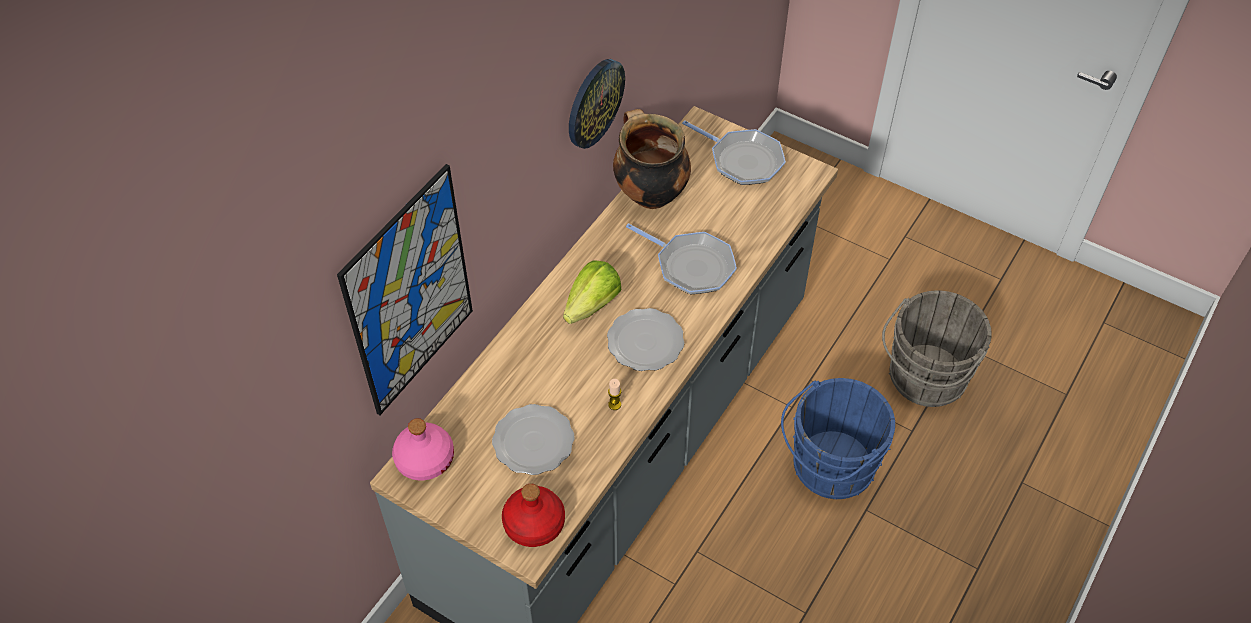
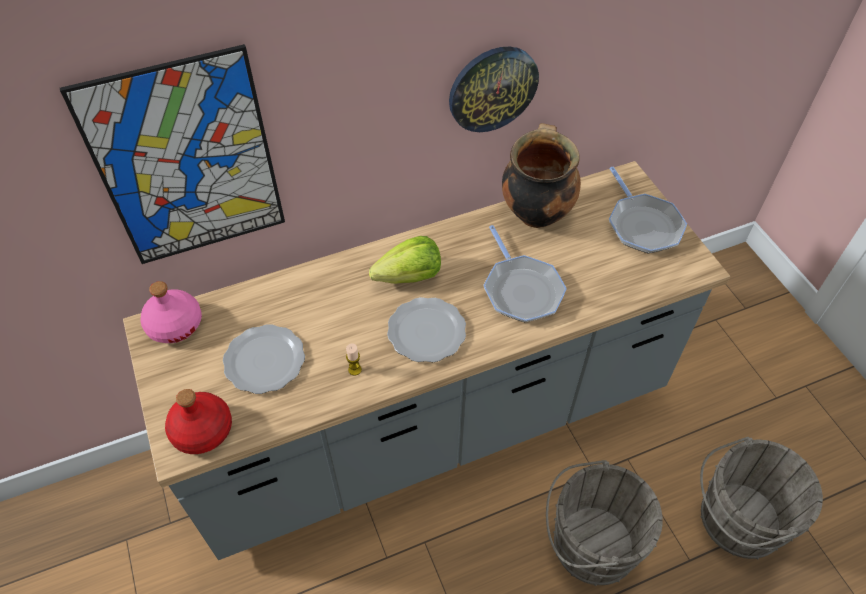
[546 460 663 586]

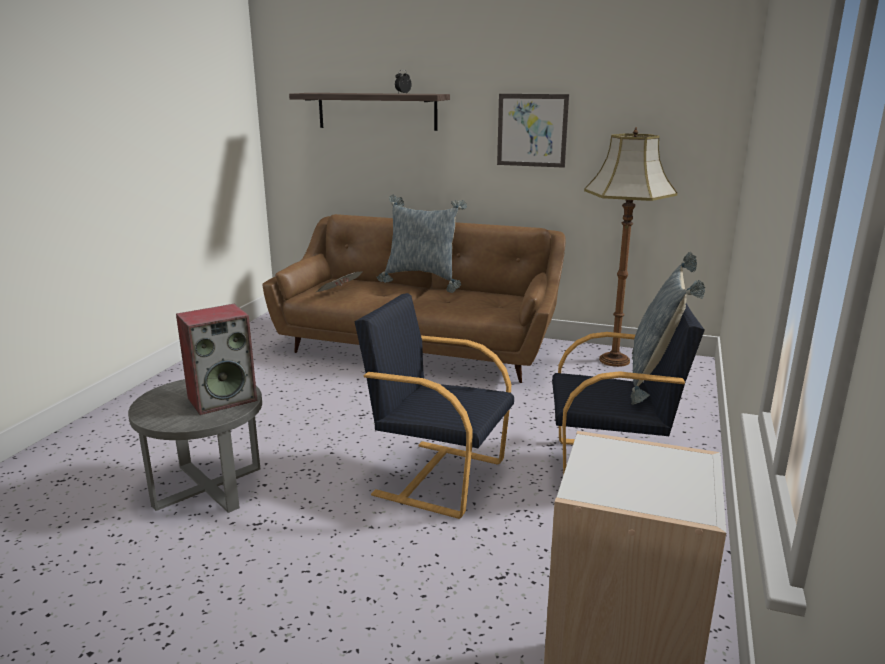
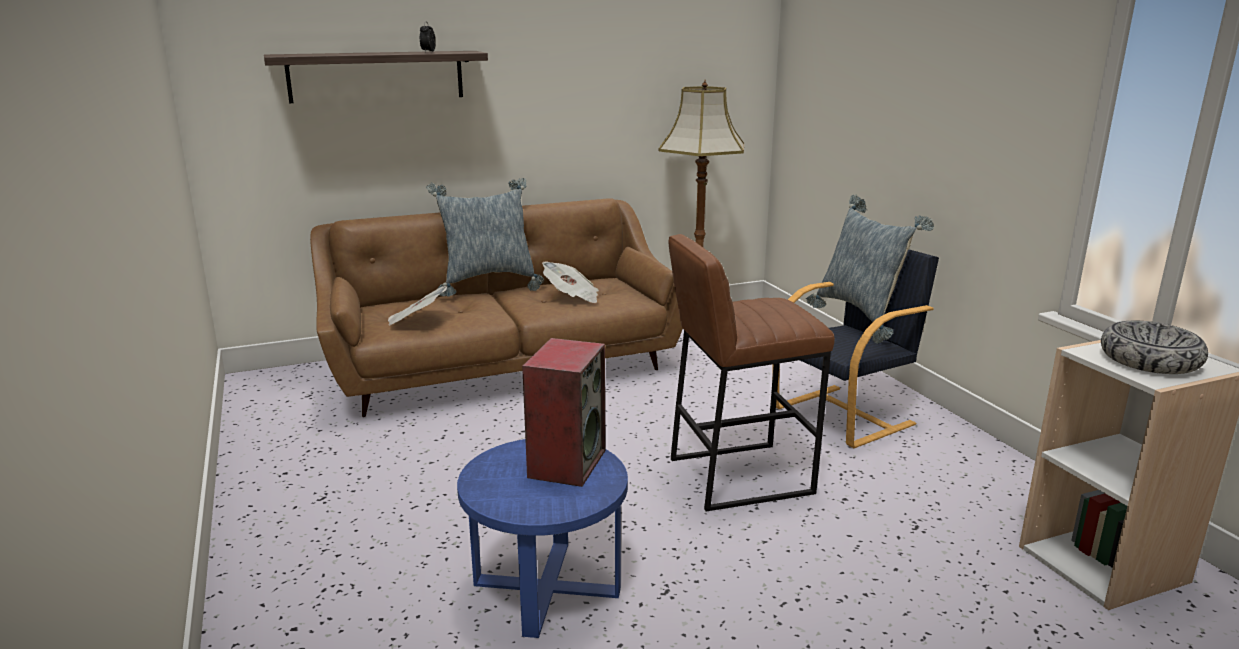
[457 439 628 638]
[668 234 835 511]
[497 94 569 168] (first image)
[542 261 599 303]
[1101 321 1208 374]

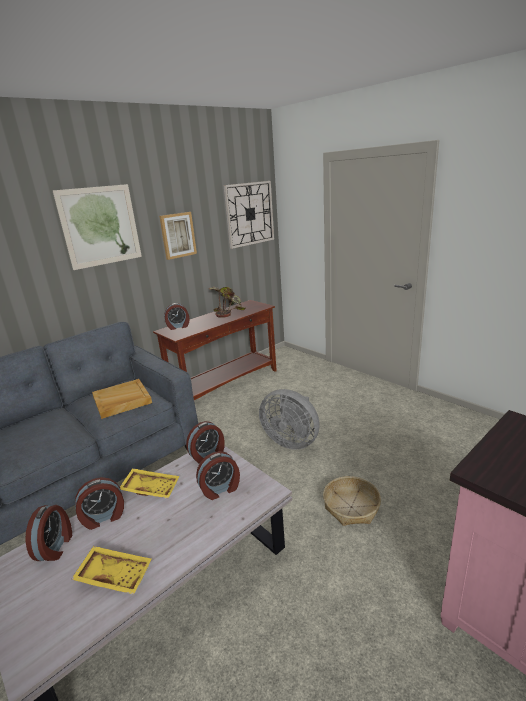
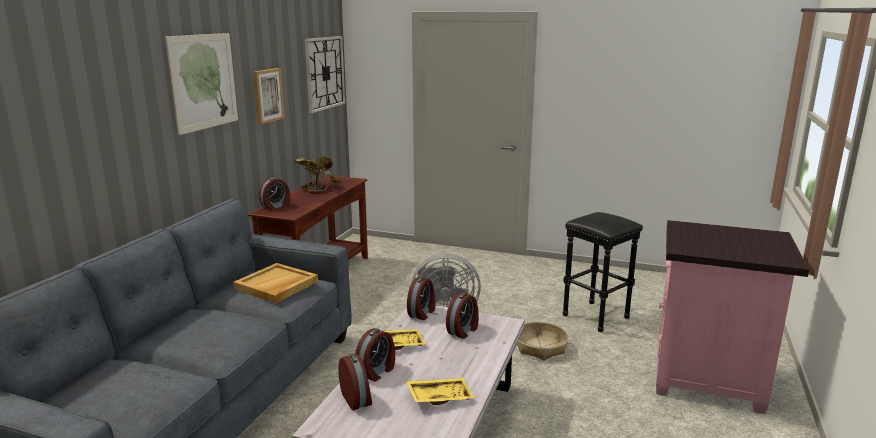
[563 212 643 332]

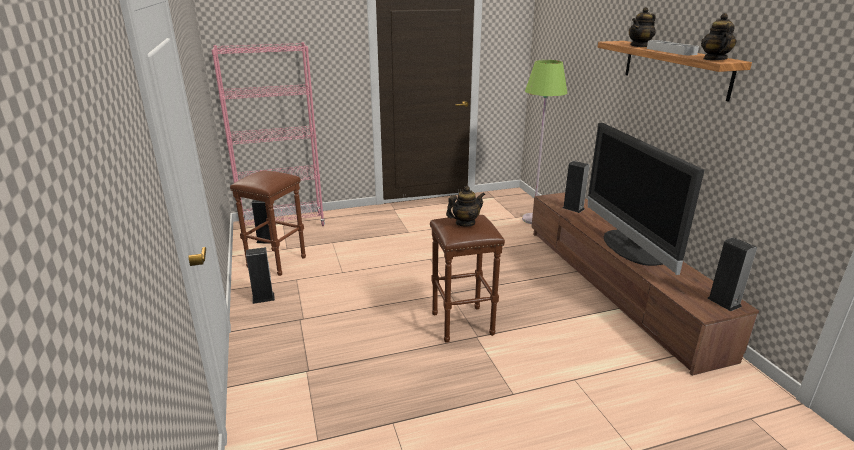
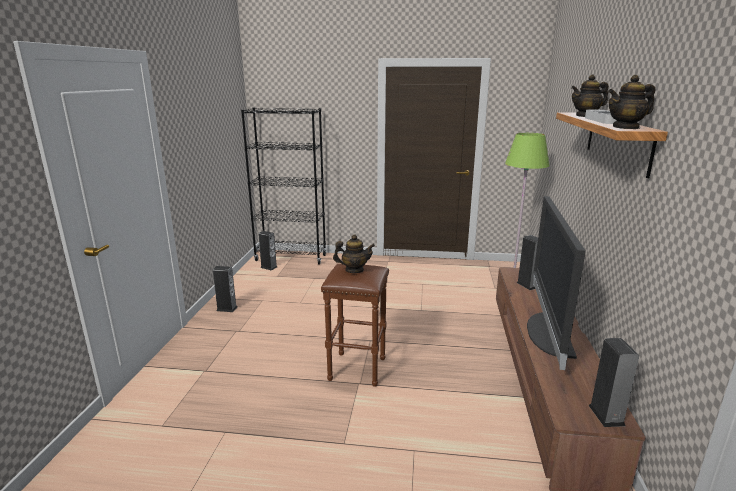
[241 108 326 264]
[230 171 306 276] (first image)
[608 75 655 129]

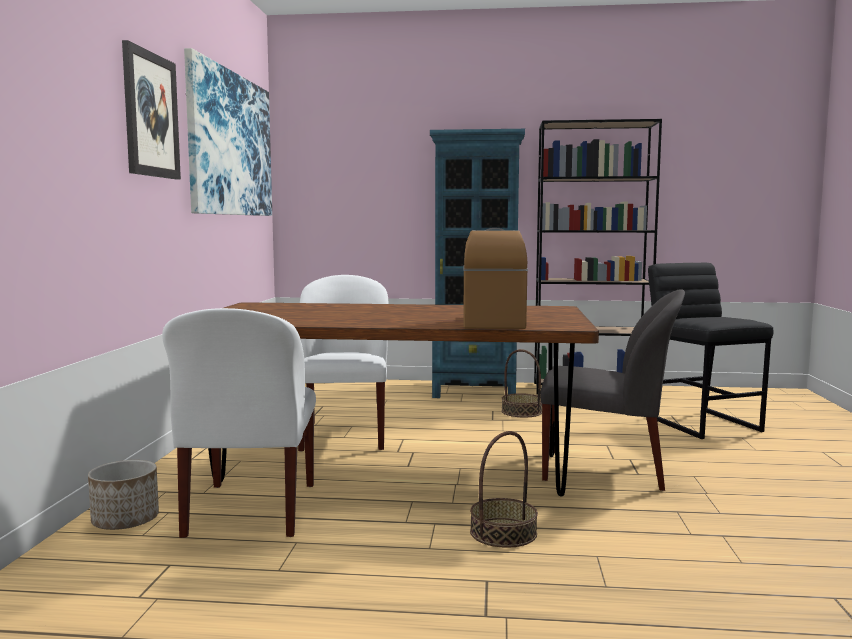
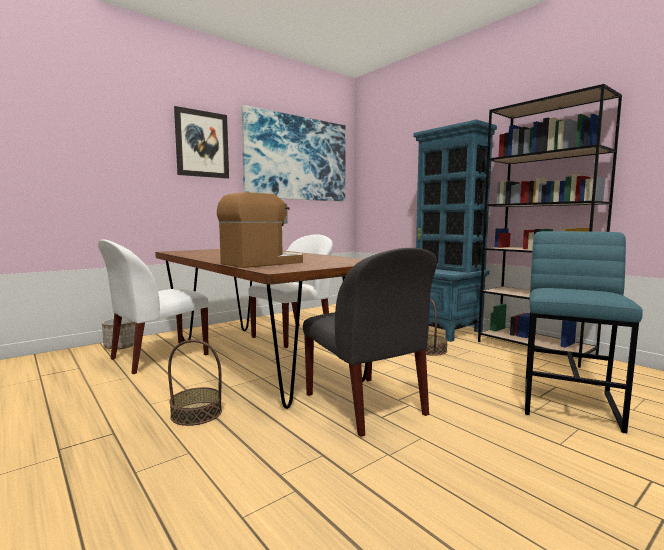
[525 231 643 433]

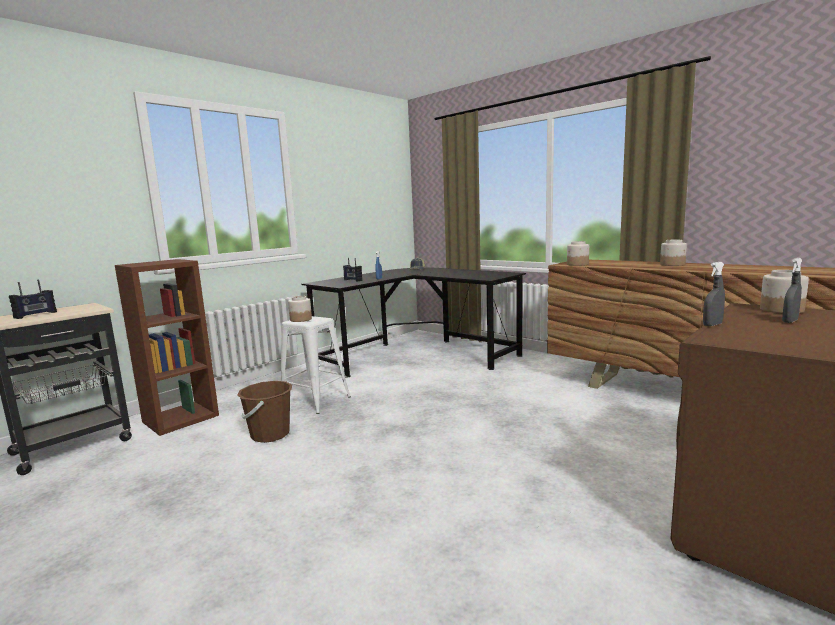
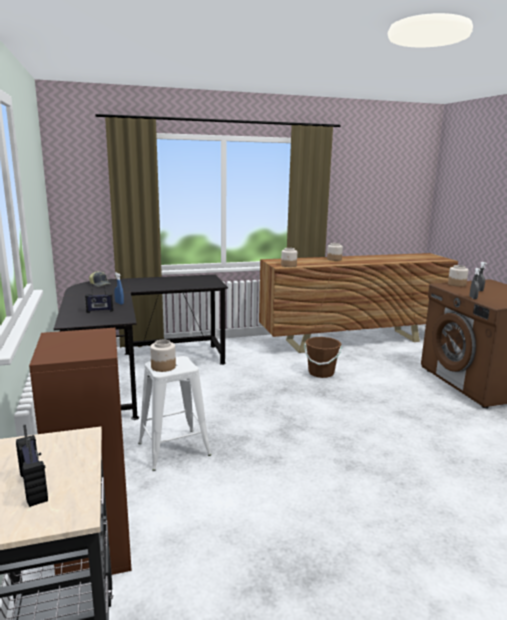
[304 337 342 378]

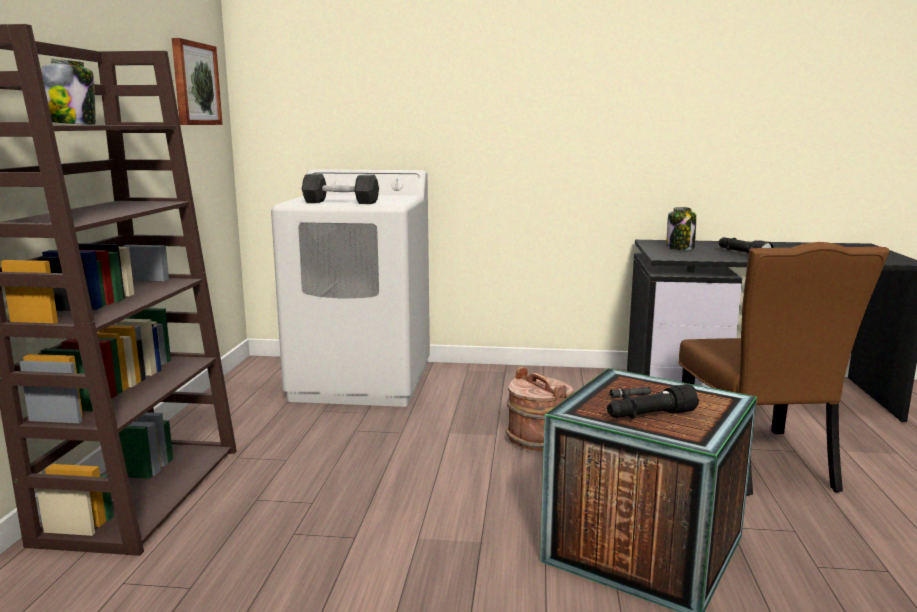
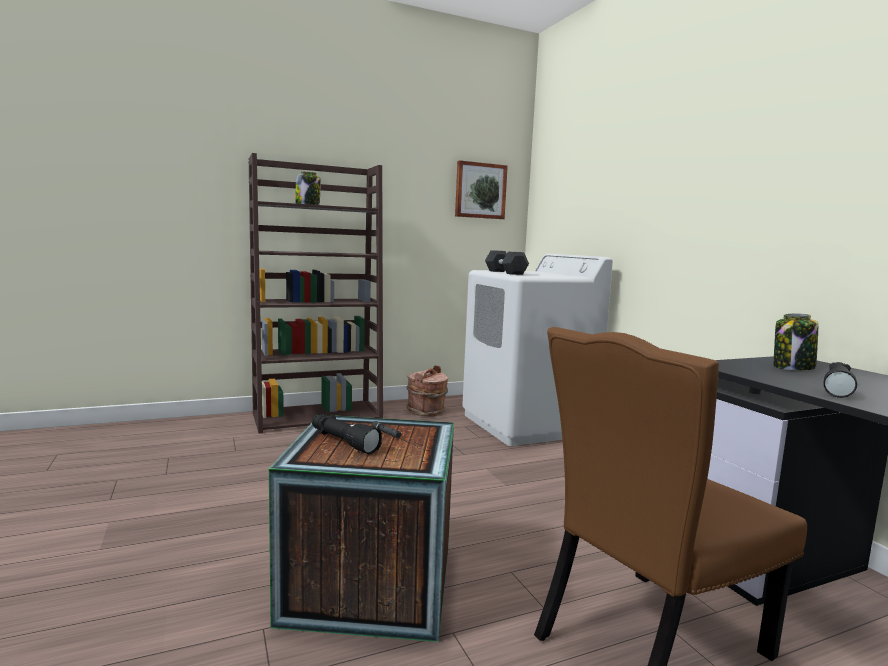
[406 365 448 416]

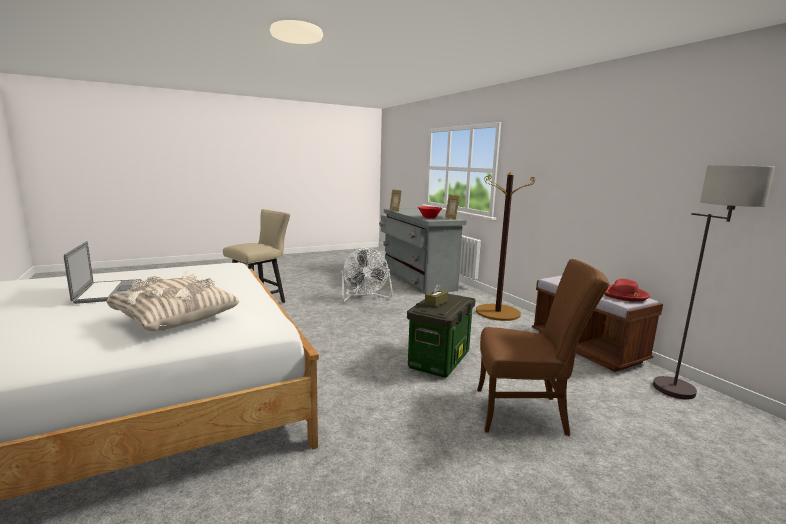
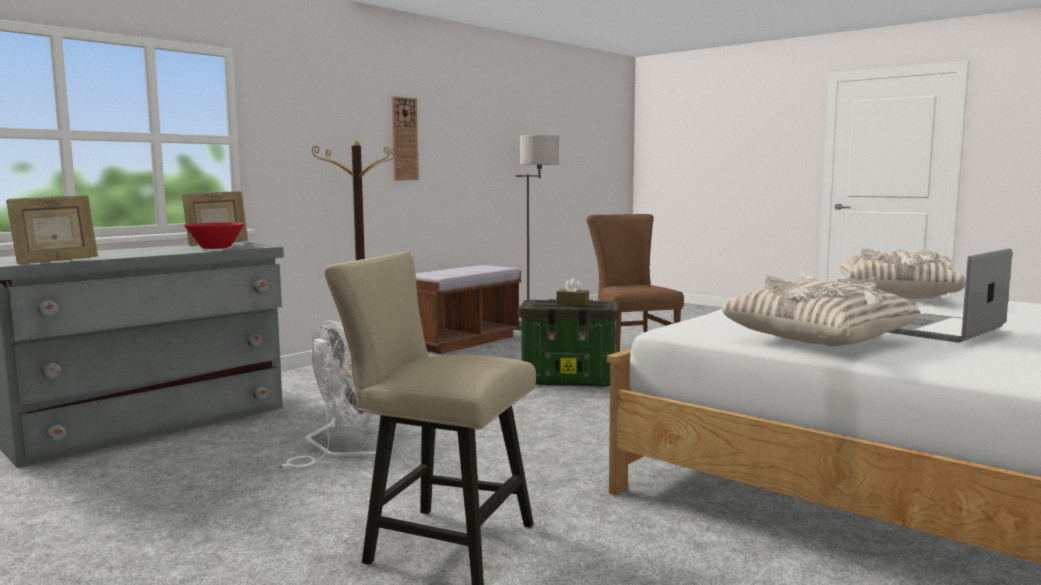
[604 279 650 302] (first image)
[392 96 419 180]
[722 270 920 347]

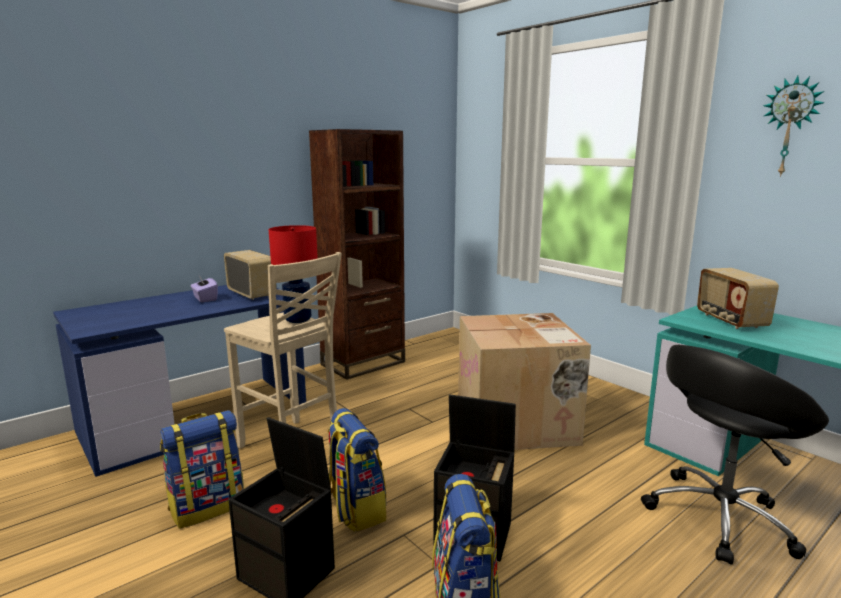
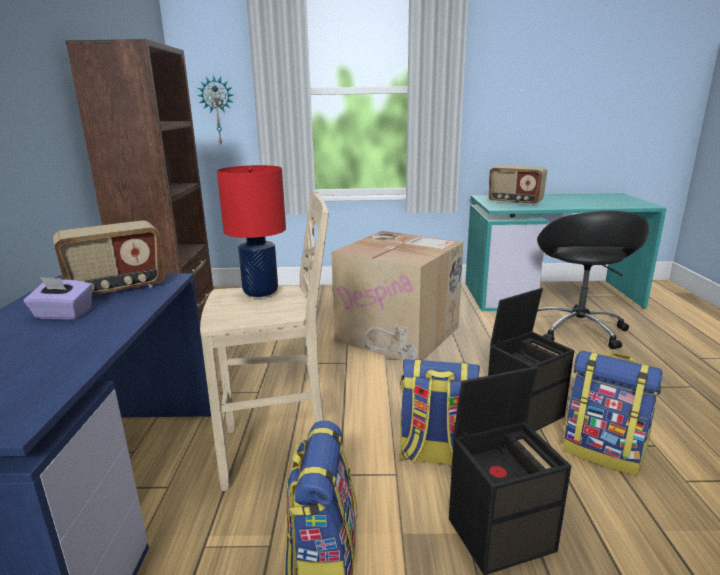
[53 220 165 295]
[197 75 234 144]

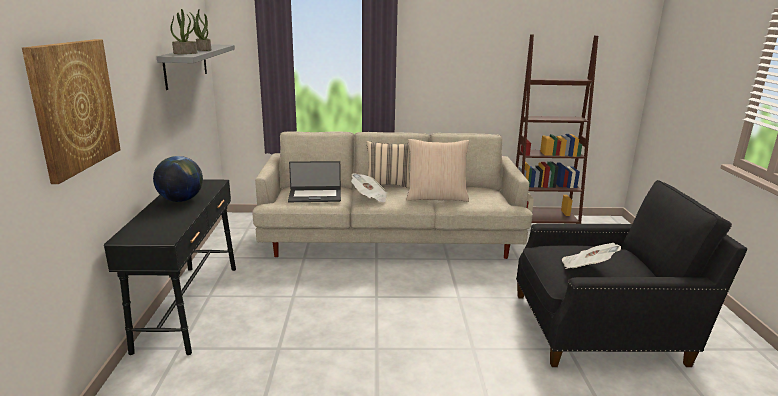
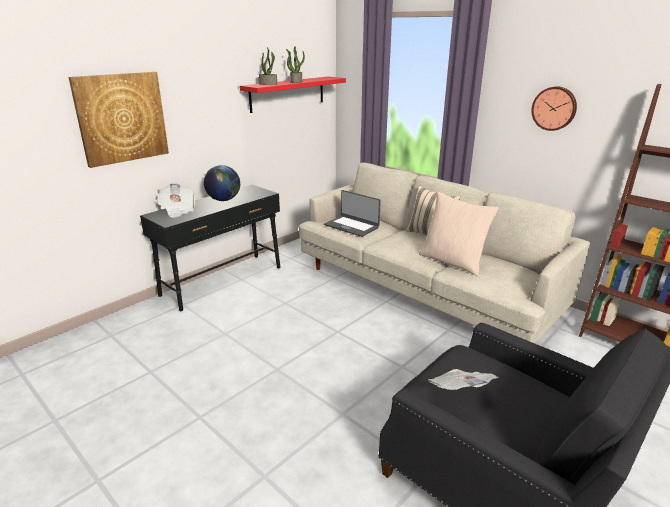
[240 77 346 113]
[157 183 195 218]
[531 86 577 131]

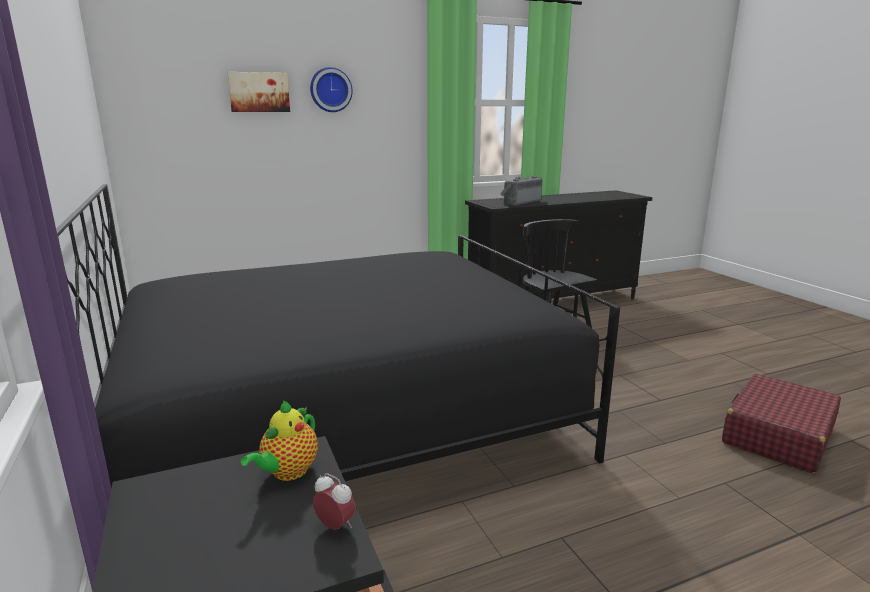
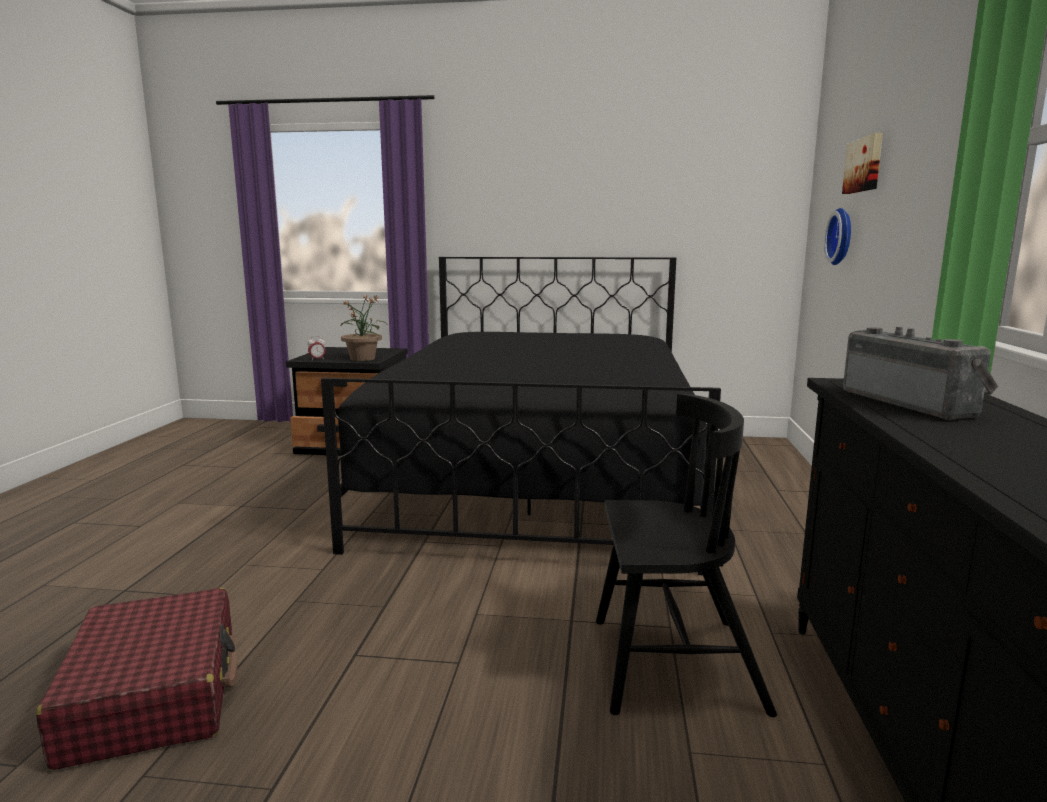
[341 294 387 361]
[824 208 851 265]

